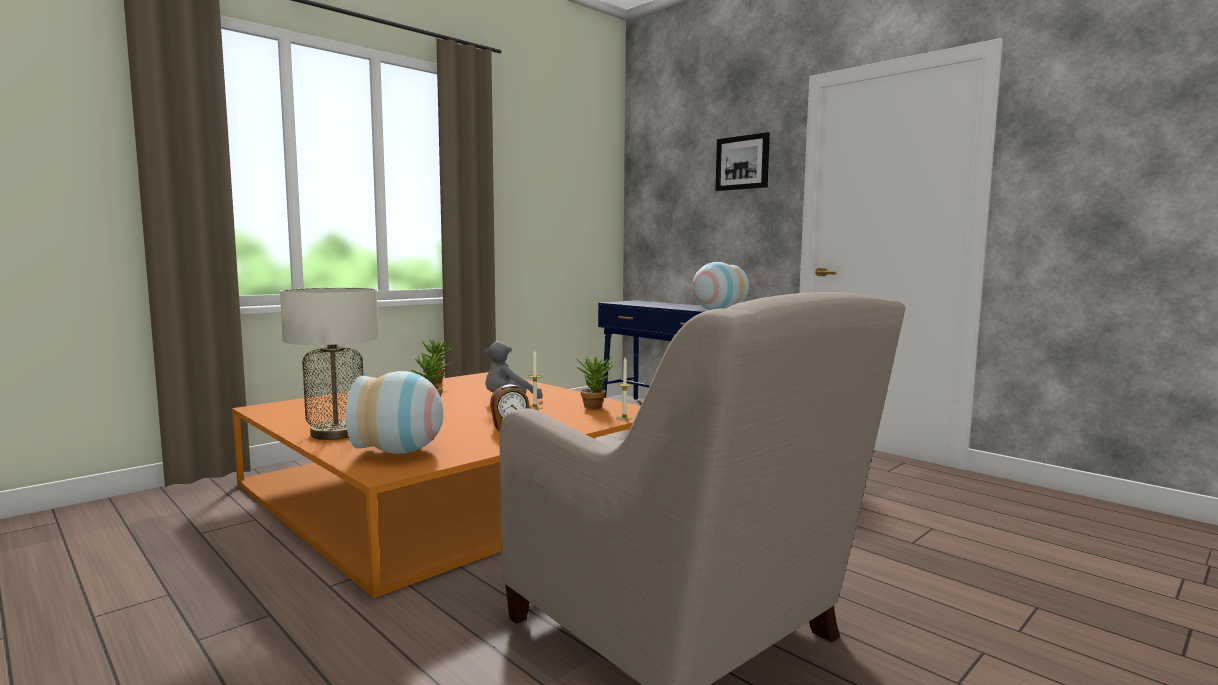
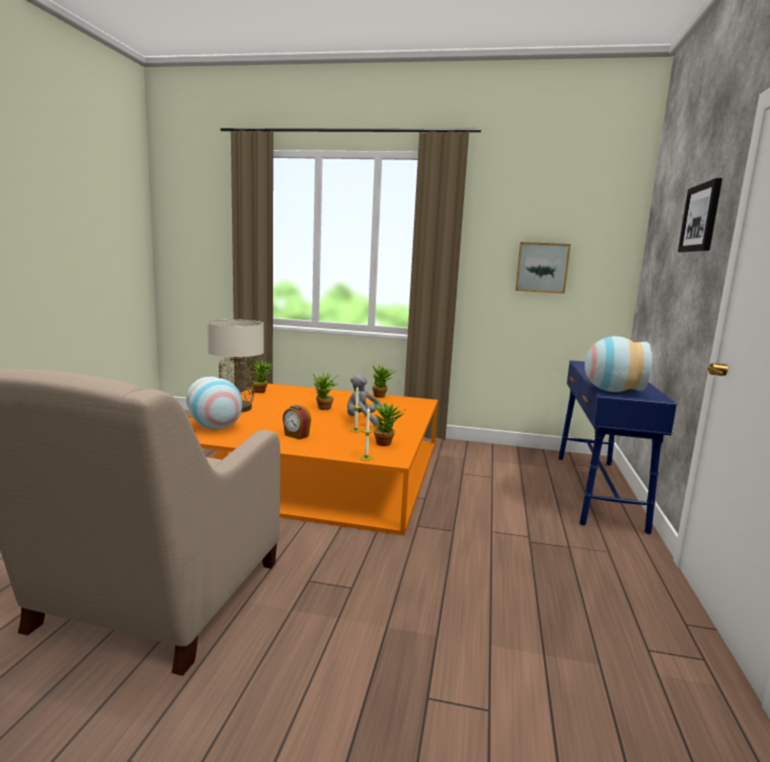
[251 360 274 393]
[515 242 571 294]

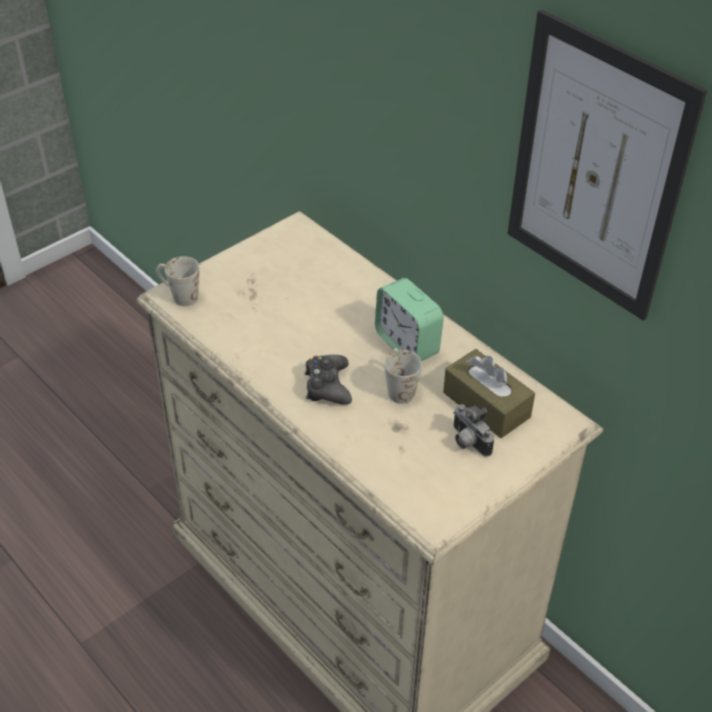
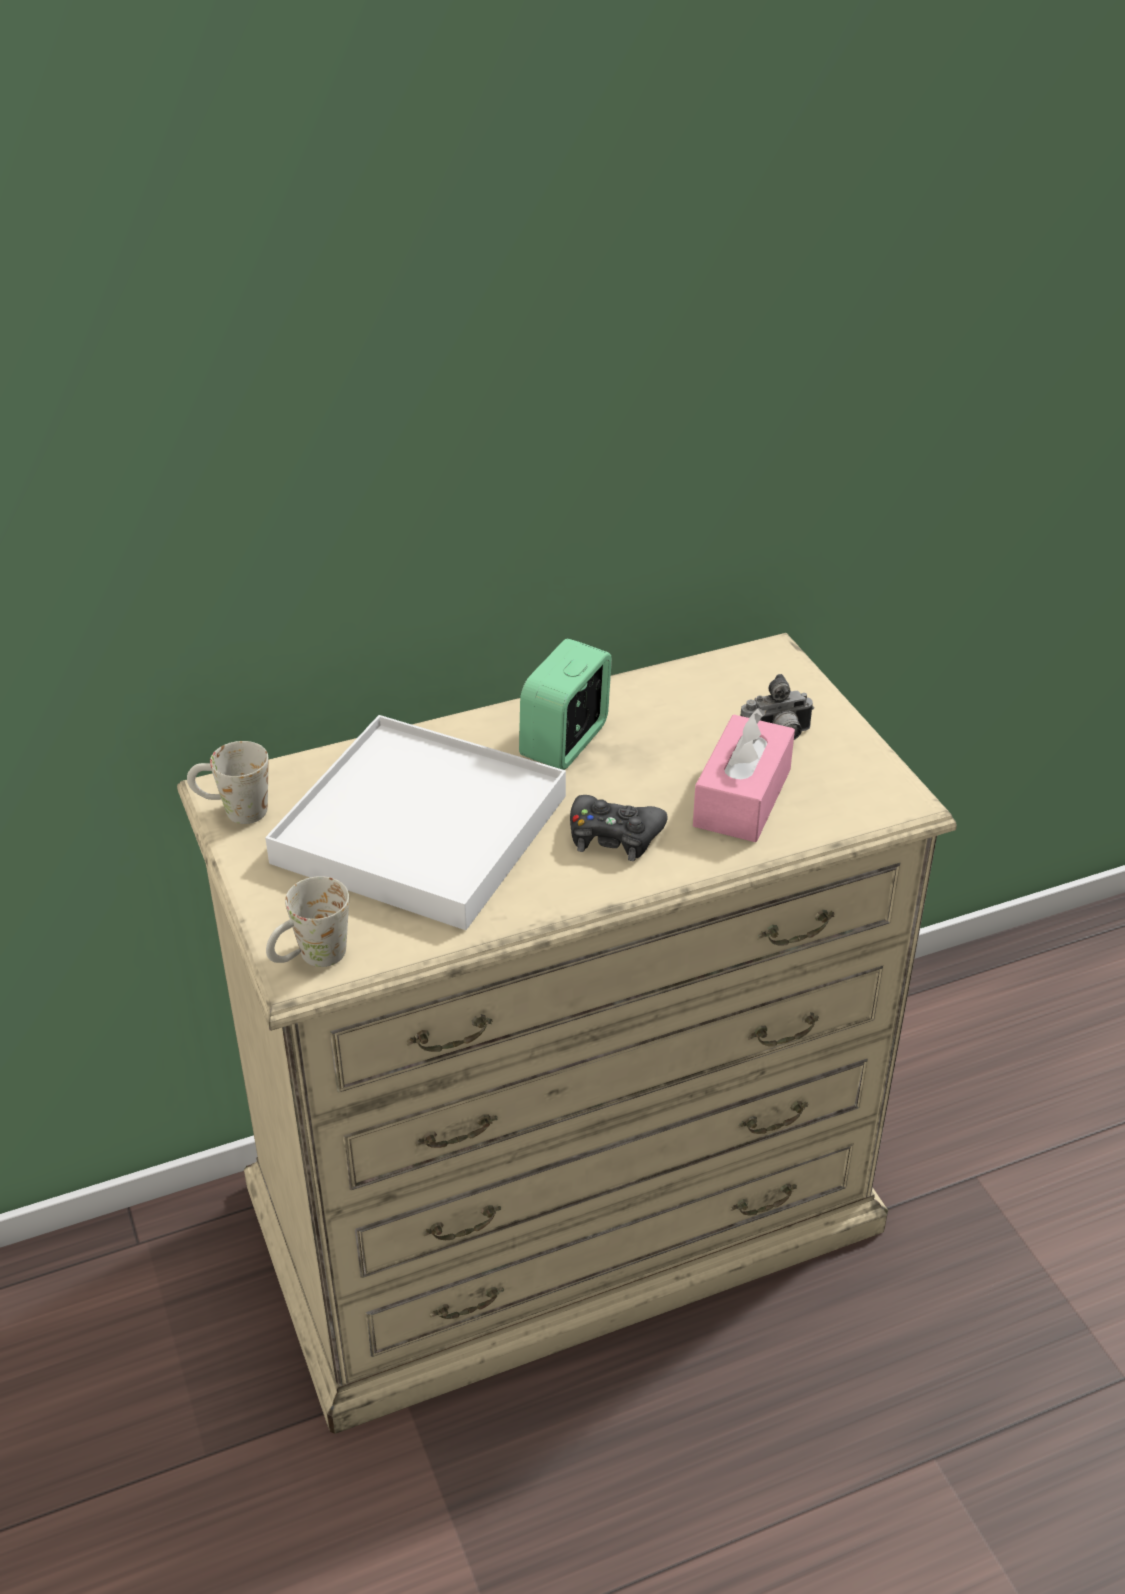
[519 638 612 770]
[187 741 269 824]
[443 349 535 438] (first image)
[508 10 707 321] (first image)
[265 715 566 930]
[693 708 795 842]

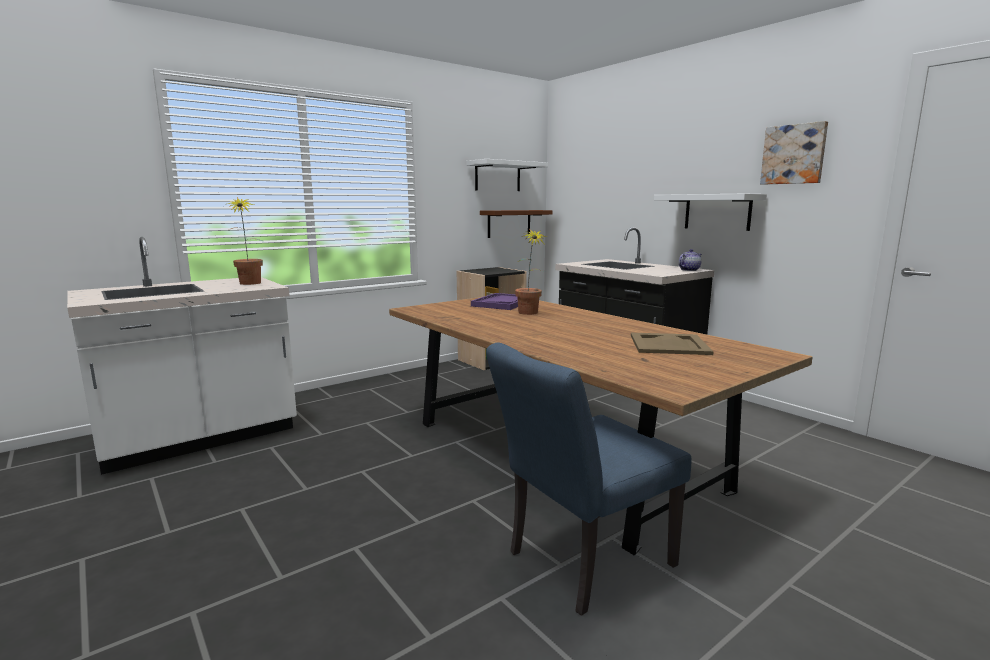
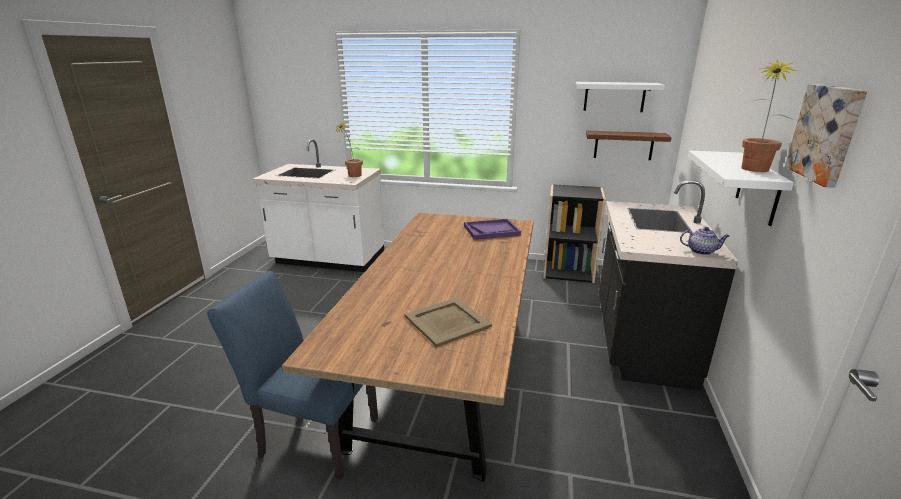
[741 60 799 172]

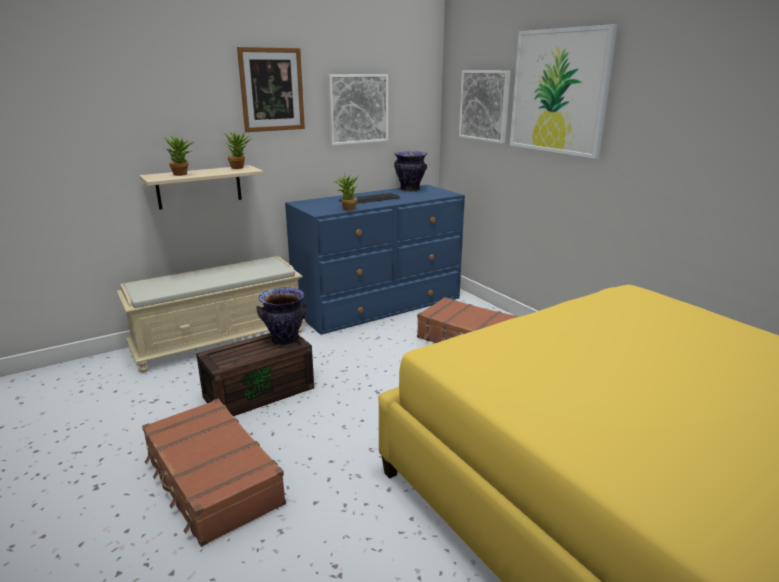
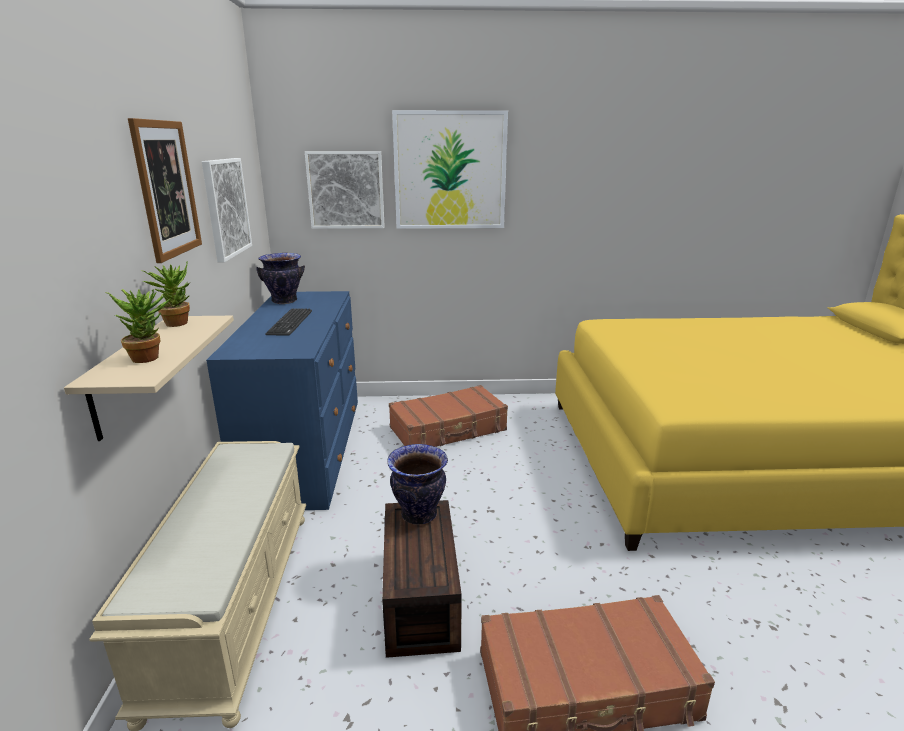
[331 173 358 211] (first image)

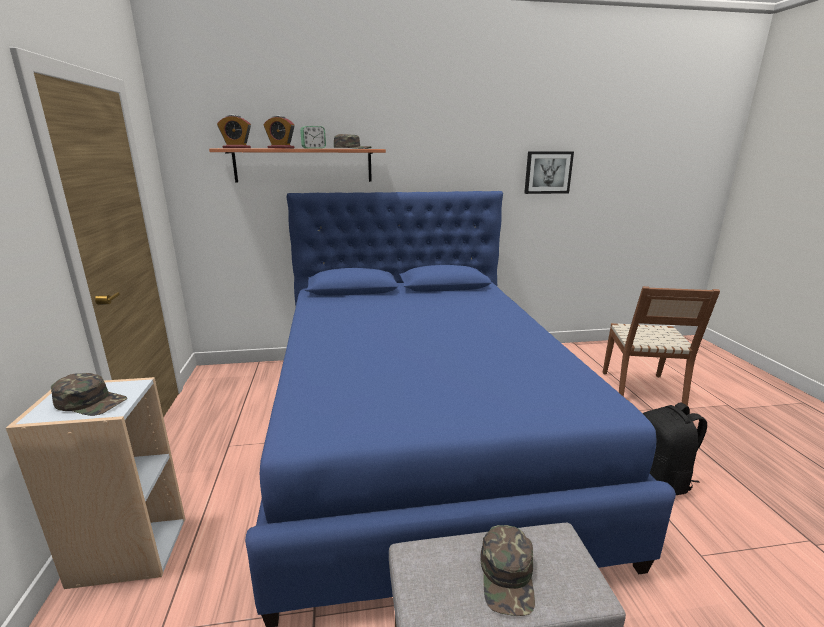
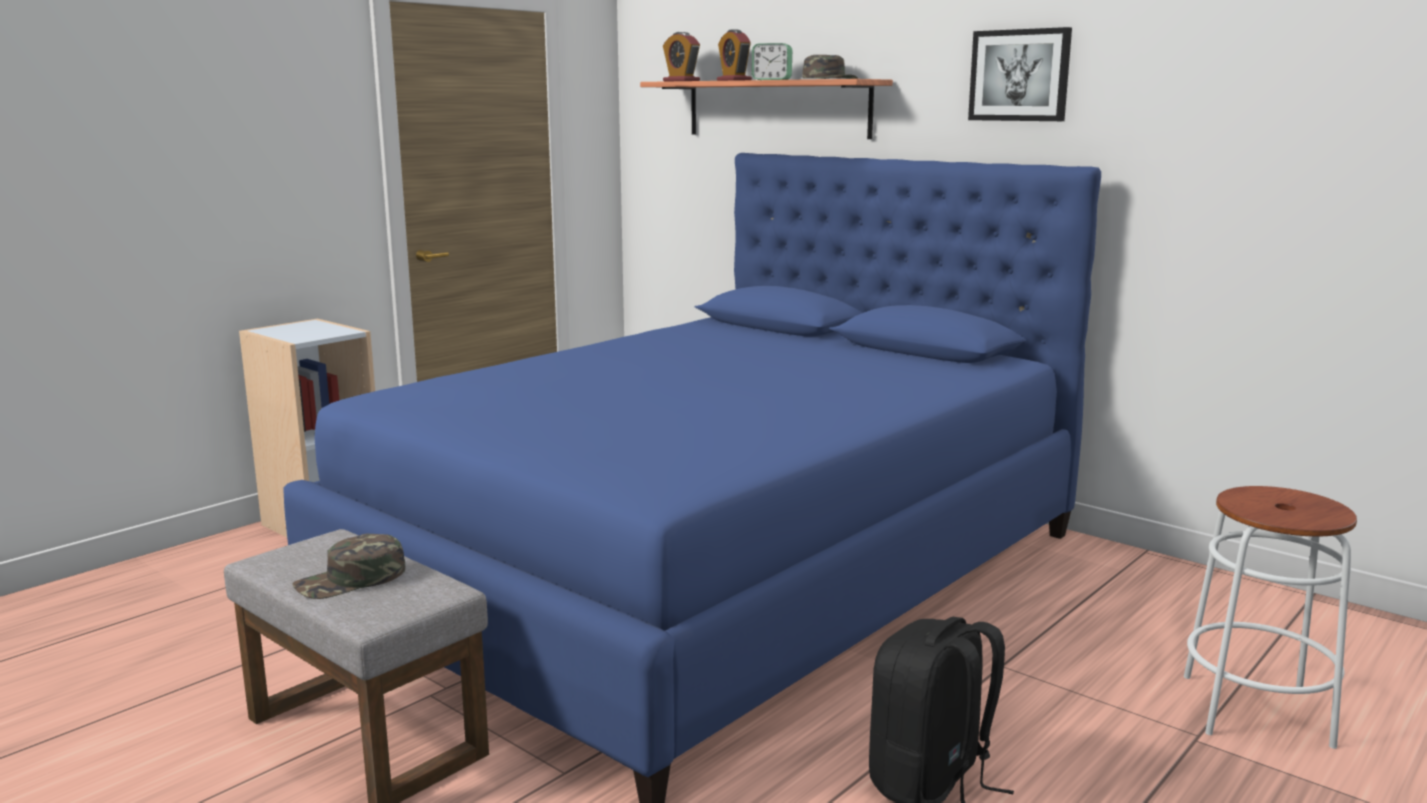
[51 373 127 416] (first image)
[968 27 1072 121]
[1184 486 1357 749]

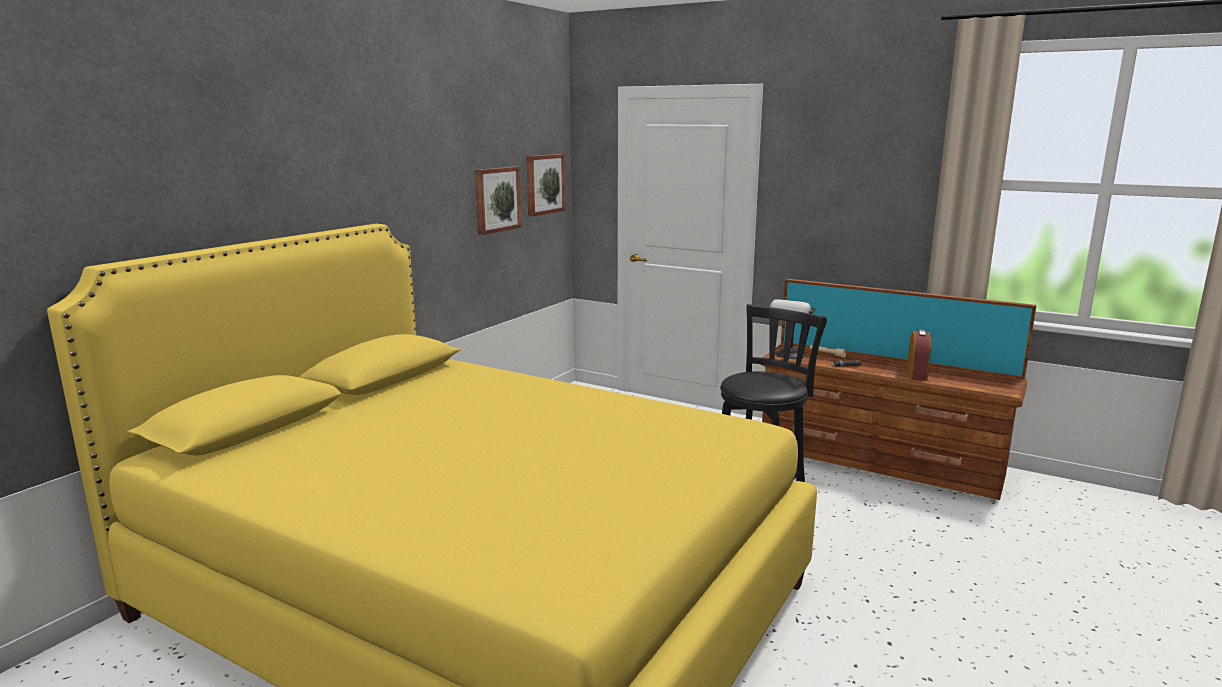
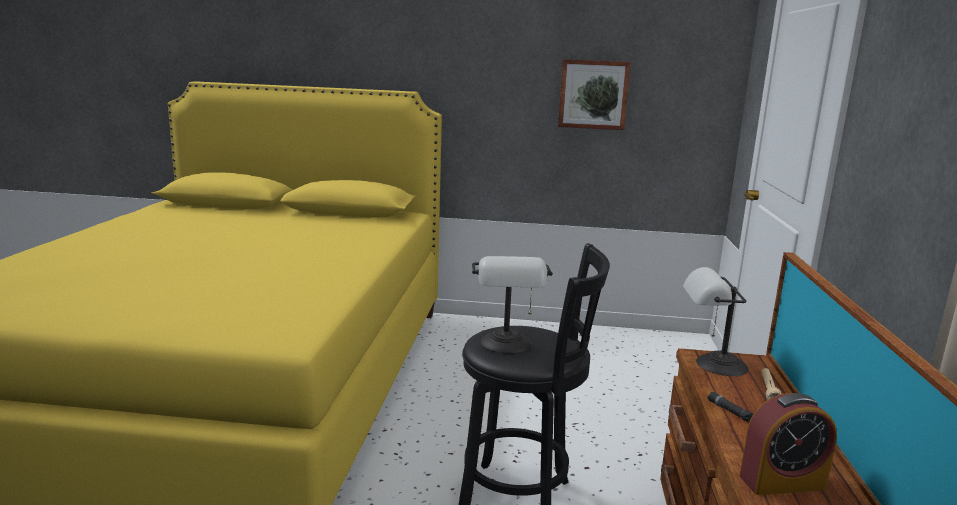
[526 154 566 216] (first image)
[472 256 553 353]

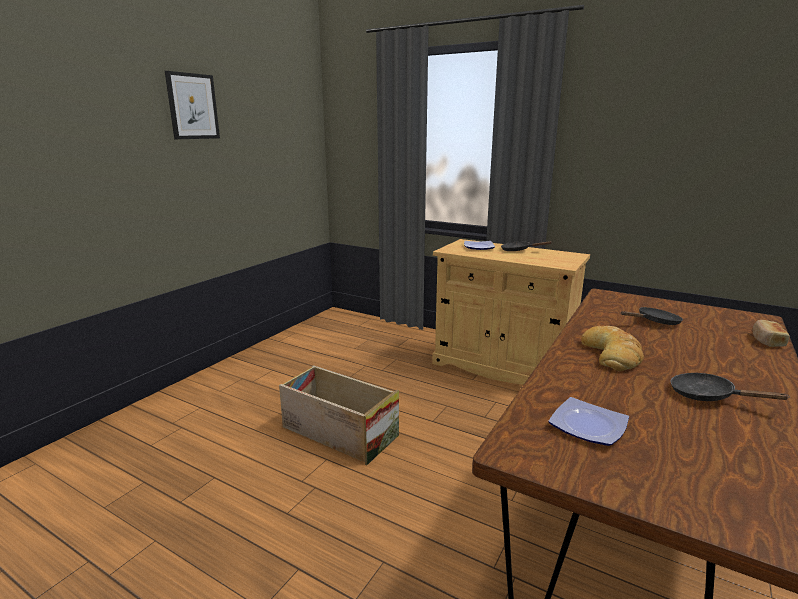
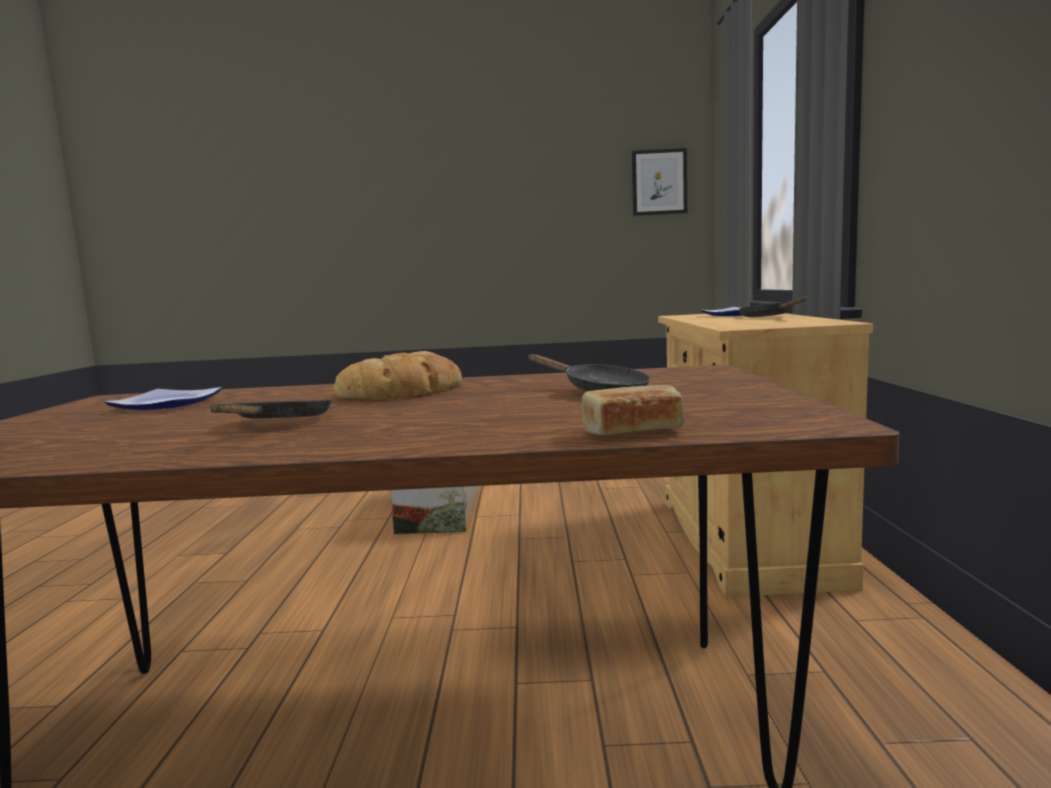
[632 148 687 216]

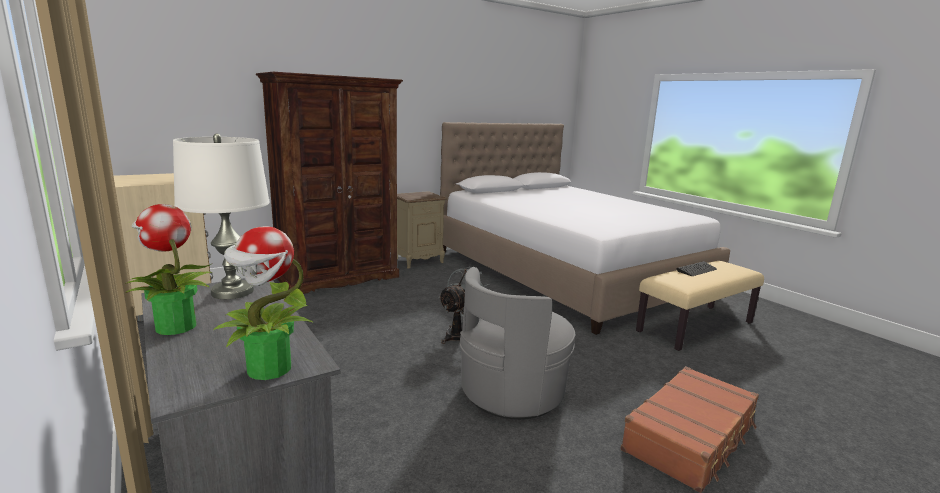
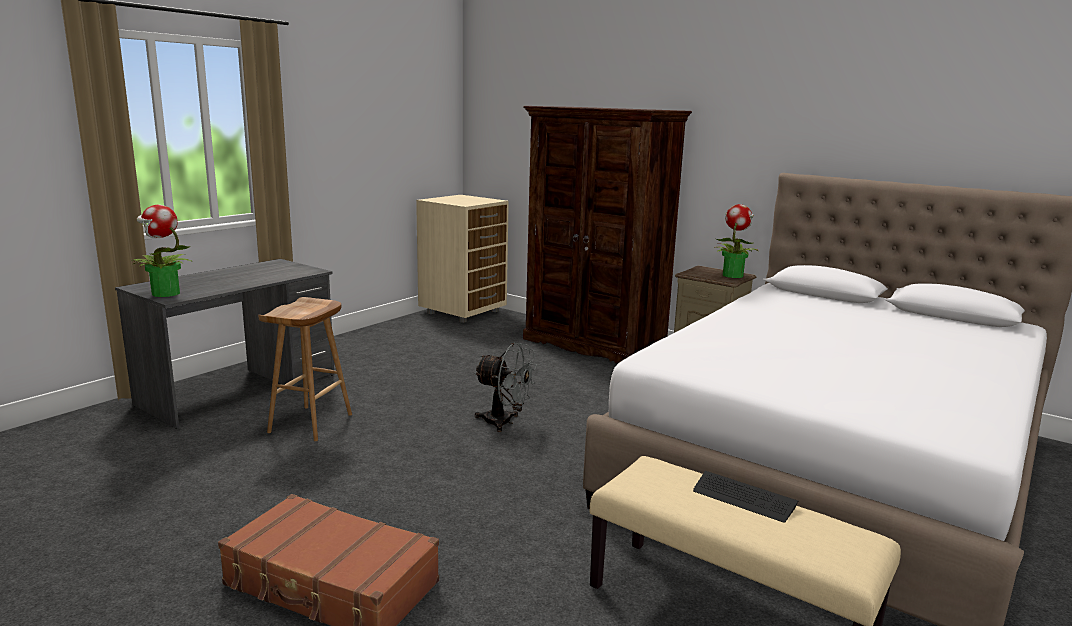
[716 204 759 278]
[173 134 270 299] (first image)
[459 267 575 419] (first image)
[258 297 352 441]

